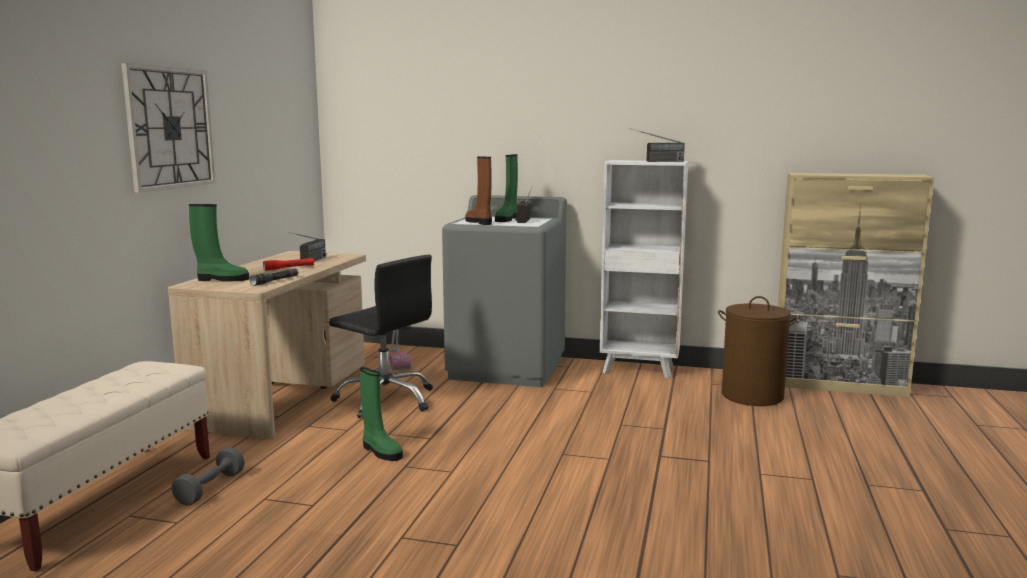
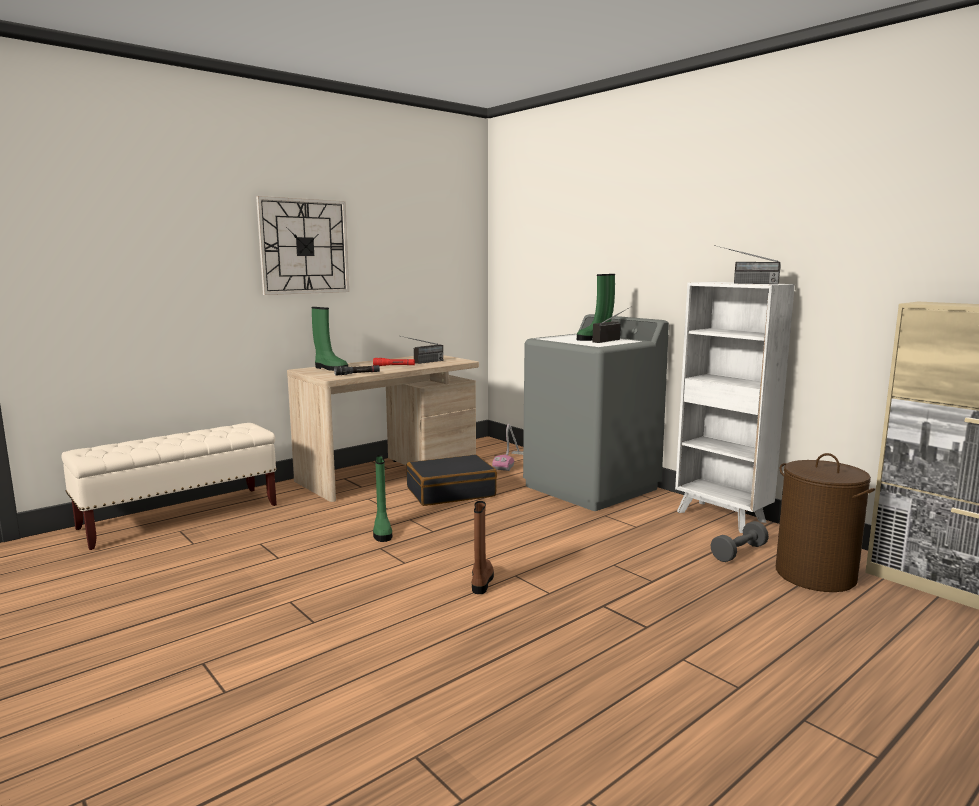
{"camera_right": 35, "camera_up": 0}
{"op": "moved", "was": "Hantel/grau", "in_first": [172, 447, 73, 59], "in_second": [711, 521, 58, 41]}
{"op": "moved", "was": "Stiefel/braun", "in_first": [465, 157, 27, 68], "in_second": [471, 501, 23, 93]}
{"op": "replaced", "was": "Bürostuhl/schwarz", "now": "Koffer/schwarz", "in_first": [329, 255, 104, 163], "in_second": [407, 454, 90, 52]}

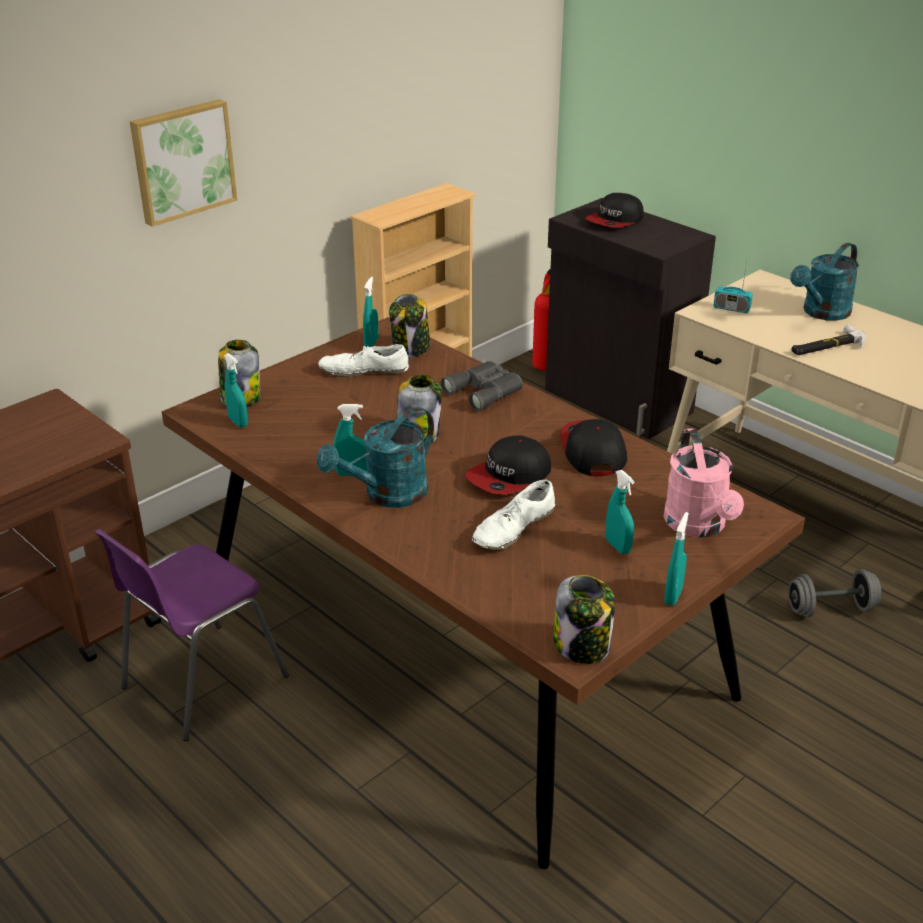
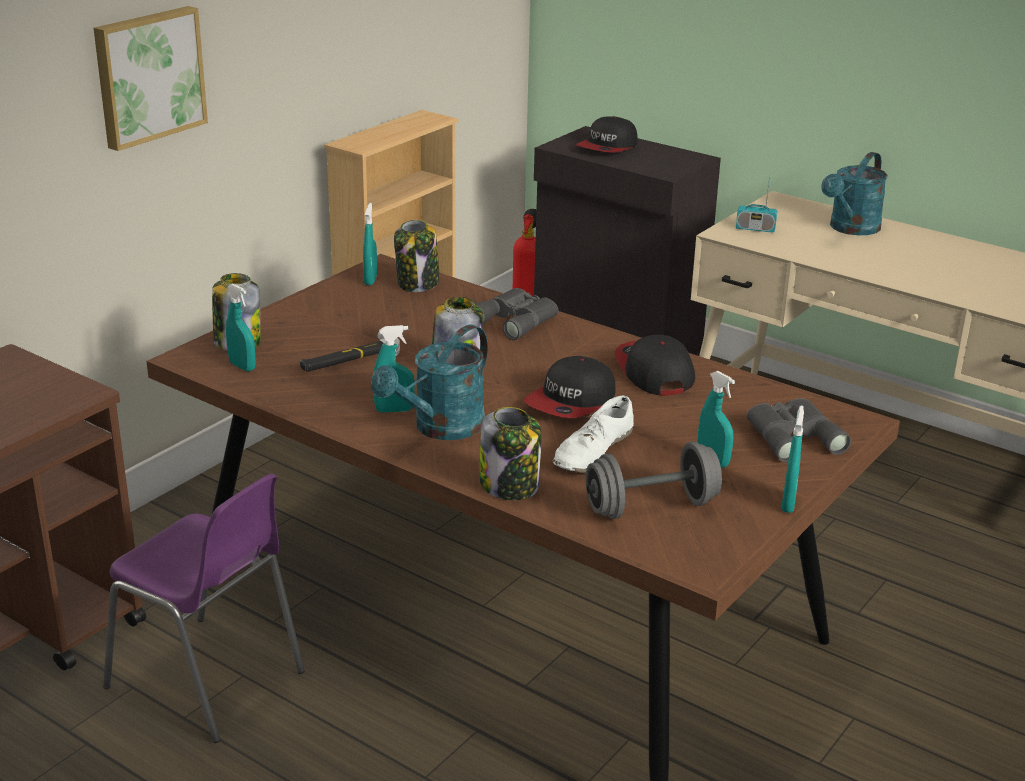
{"camera_right": -10, "camera_up": -5}
{"op": "removed", "was": "Schuh/weiß", "in_first": [318, 344, 91, 33]}
{"op": "moved", "was": "Vorratsglas", "in_first": [553, 575, 62, 89], "in_second": [479, 407, 62, 93]}
{"op": "moved", "was": "Hantel/grau", "in_first": [788, 569, 94, 48], "in_second": [586, 442, 136, 77]}
{"op": "moved", "was": "Hammer", "in_first": [791, 325, 75, 30], "in_second": [300, 332, 100, 40]}
{"op": "replaced", "was": "Gießkanne/rosa", "now": "Fernglas/grau", "in_first": [663, 428, 81, 109], "in_second": [746, 398, 105, 64]}
{"op": "turned", "was": "Stuhl/lila", "in_first": [95, 529, 194, 212], "in_second": [103, 473, 202, 270], "clockwise": -90}

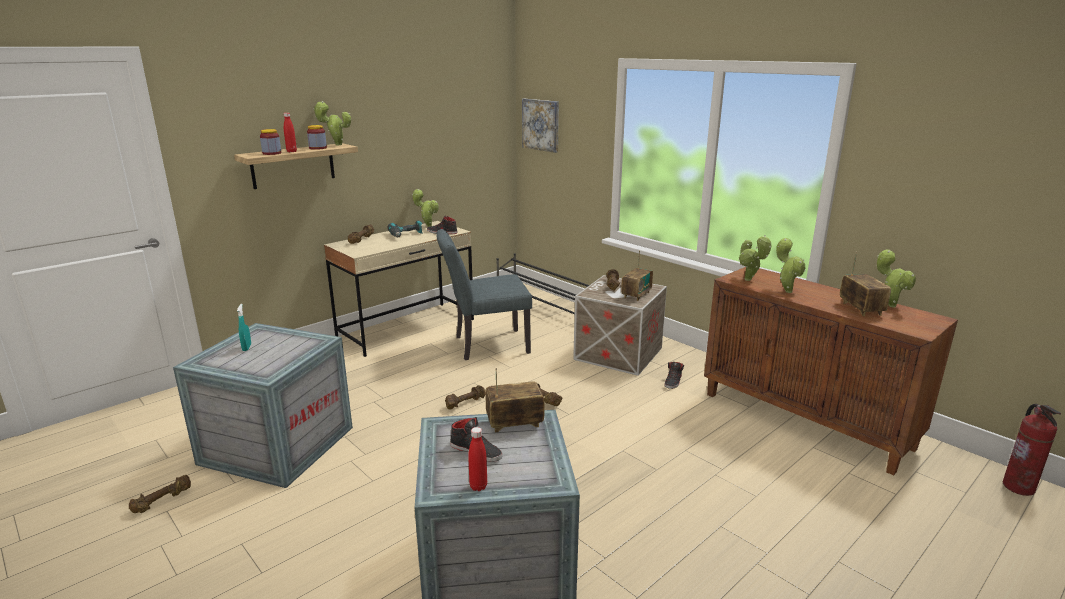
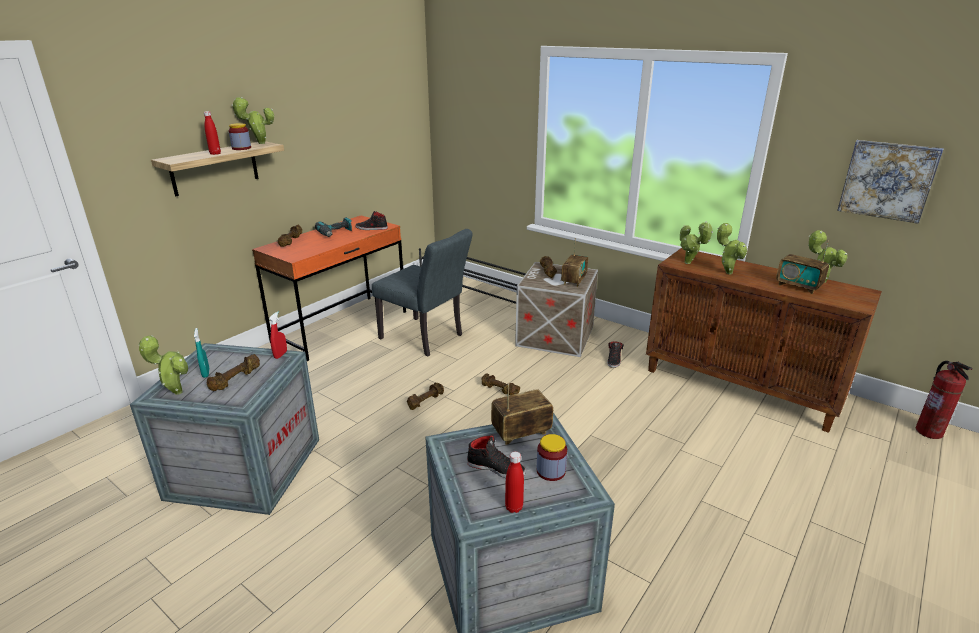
{"camera_right": -10, "camera_up": 5}
{"op": "added", "now": "Sprühflasche/rot", "in_second": [269, 311, 18, 48]}
{"op": "moved", "was": "Hantel/braun", "in_first": [129, 475, 62, 38], "in_second": [207, 354, 53, 37]}
{"op": "moved", "was": "Vorratsglas", "in_first": [260, 129, 21, 26], "in_second": [537, 434, 30, 47]}
{"op": "moved", "was": "Topfpflanze", "in_first": [412, 189, 27, 38], "in_second": [138, 335, 50, 60]}
{"op": "moved", "was": "Bild", "in_first": [522, 99, 37, 54], "in_second": [837, 140, 107, 84]}
{"op": "recoloured", "was": "Schreibtisch/beige", "now": "Schreibtisch/orange", "in_first": [324, 221, 150, 136], "in_second": [252, 216, 154, 145]}
{"op": "turned", "was": "Stuhl/grau", "in_first": [436, 229, 96, 131], "in_second": [372, 229, 101, 127], "clockwise": -120}
{"op": "turned", "was": "Radio", "in_first": [840, 252, 51, 65], "in_second": [776, 240, 53, 54], "clockwise": 150}

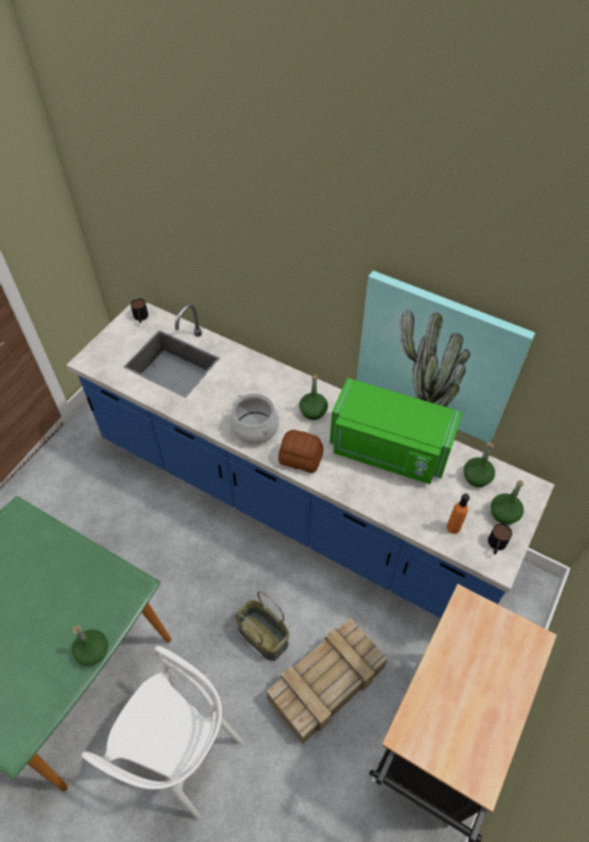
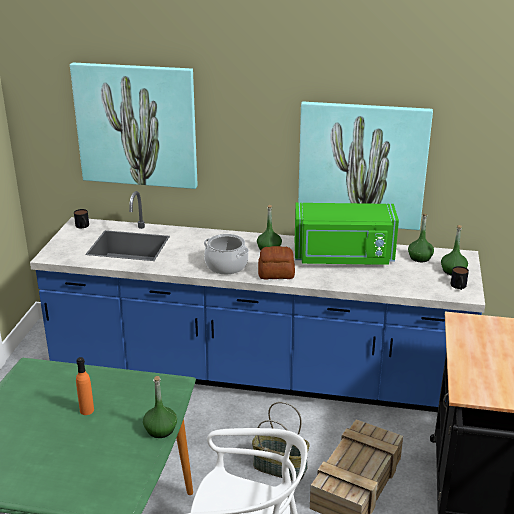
{"camera_right": -20, "camera_up": -25}
{"op": "added", "now": "Bild", "in_second": [70, 63, 128, 126]}
{"op": "moved", "was": "Flasche/orange", "in_first": [446, 494, 24, 40], "in_second": [76, 357, 18, 58]}

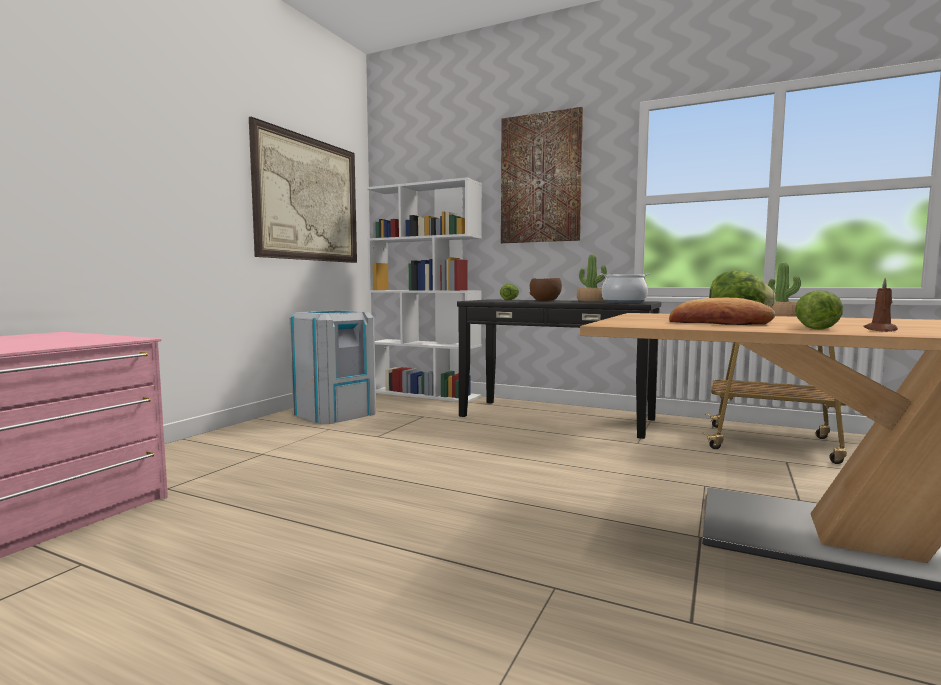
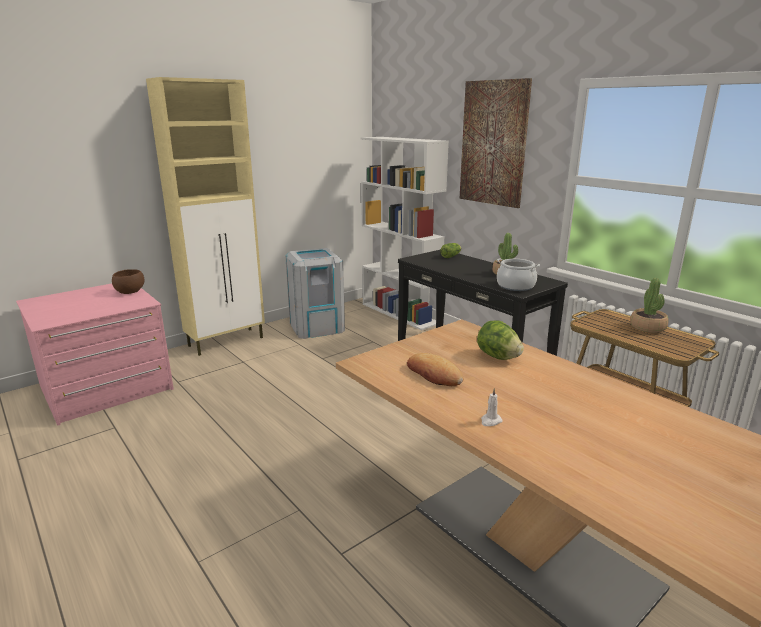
{"camera_right": 25, "camera_up": 15}
{"op": "removed", "was": "Bild", "in_first": [249, 117, 108, 146]}
{"op": "removed", "was": "Salatkopf", "in_first": [795, 290, 48, 39]}
{"op": "added", "now": "Schrank/beige", "in_second": [146, 77, 119, 279]}
{"op": "moved", "was": "Schüssel/braun", "in_first": [530, 278, 32, 23], "in_second": [112, 269, 32, 25]}
{"op": "recoloured", "was": "Kerze/braun", "now": "Kerze/weiß", "in_first": [863, 278, 35, 54], "in_second": [481, 388, 22, 38]}

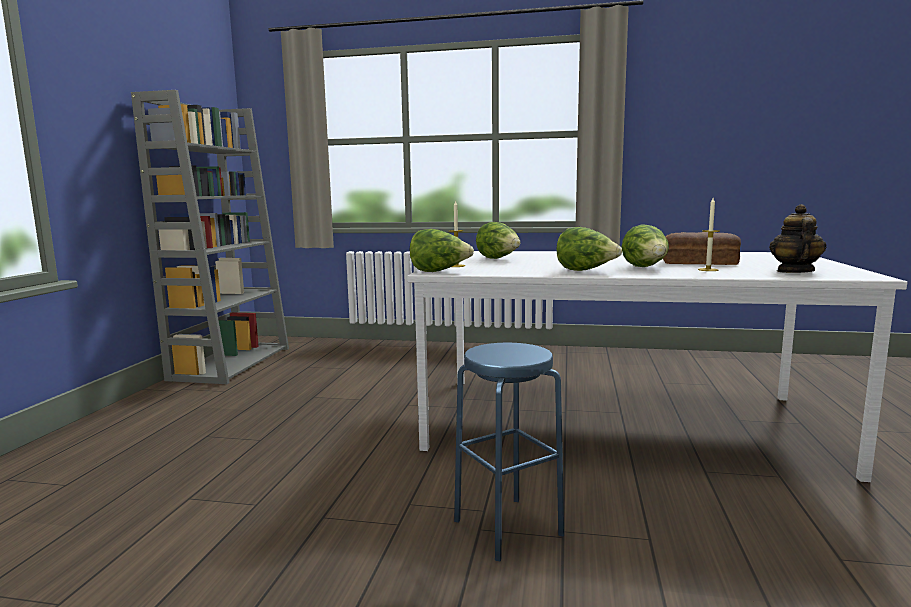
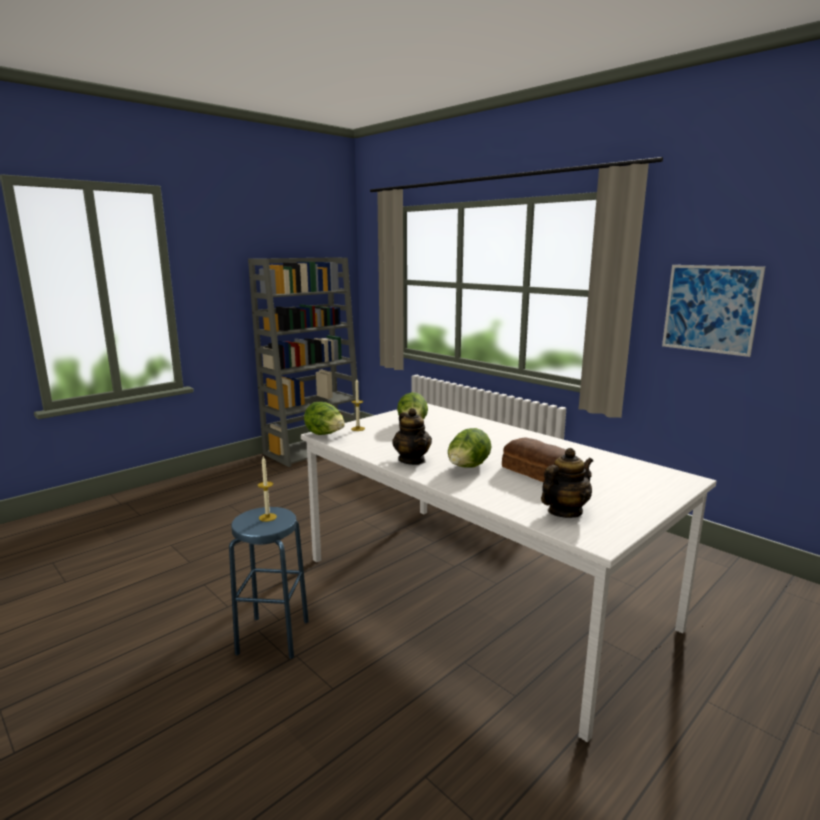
{"camera_right": 35, "camera_up": 5}
{"op": "added", "now": "Bild", "in_second": [662, 265, 103, 92]}
{"op": "moved", "was": "Kerze", "in_first": [698, 198, 22, 73], "in_second": [258, 456, 19, 66]}
{"op": "replaced", "was": "Salatkopf", "now": "Teekanne", "in_first": [557, 227, 65, 44], "in_second": [392, 408, 40, 57]}

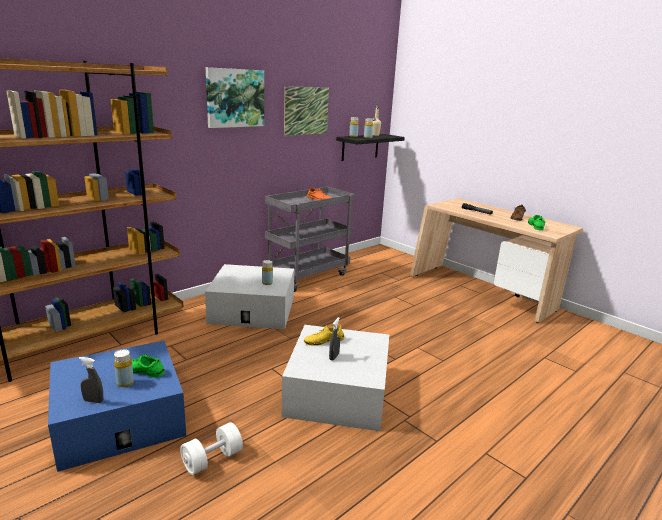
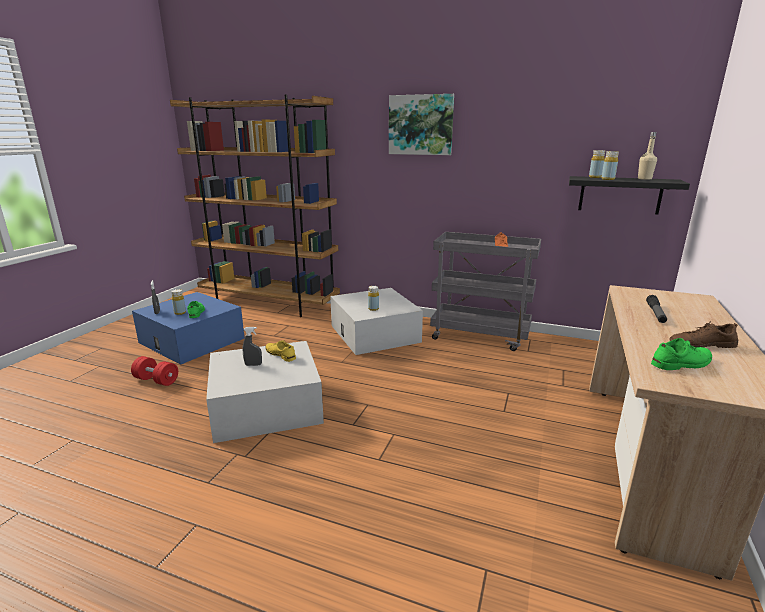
{"camera_right": 65, "camera_up": 0}
{"op": "removed", "was": "Bild", "in_first": [284, 86, 45, 50]}
{"op": "recoloured", "was": "Hantel/weiß", "now": "Hantel/rot", "in_first": [180, 422, 63, 53], "in_second": [131, 356, 47, 30]}

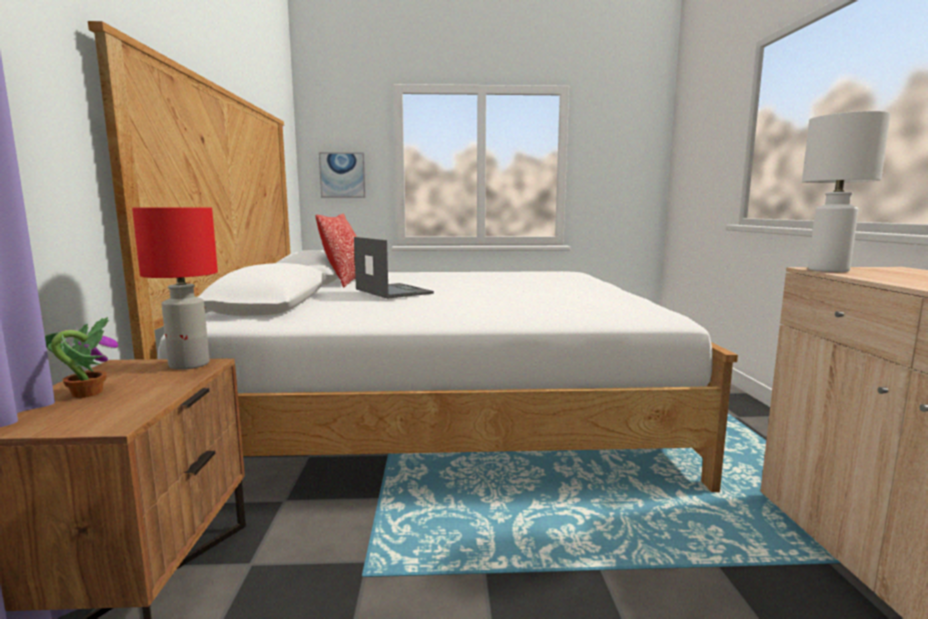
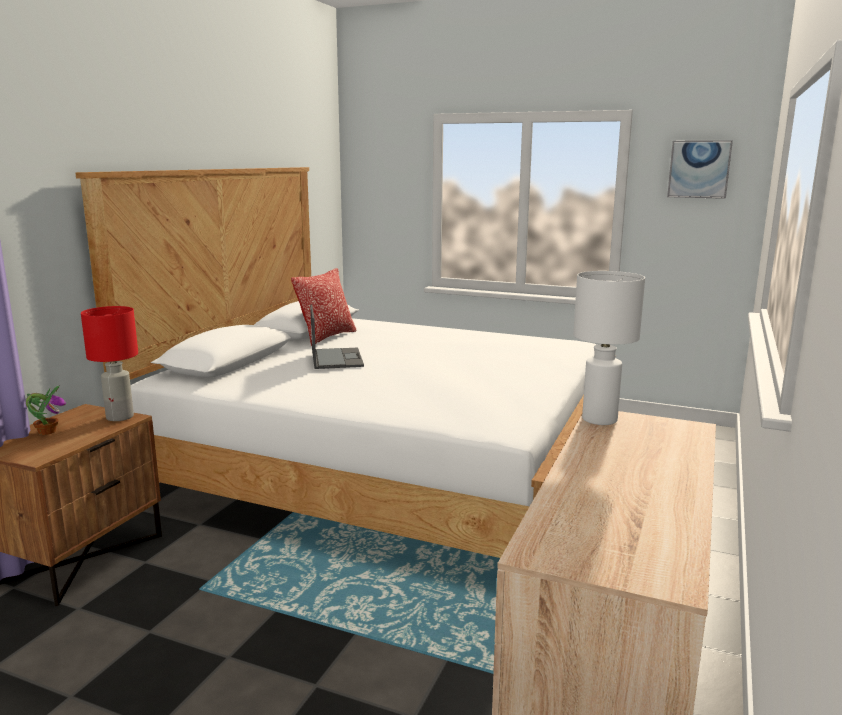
{"camera_right": 25, "camera_up": 5}
{"op": "moved", "was": "Bild", "in_first": [319, 152, 47, 46], "in_second": [667, 140, 66, 59]}

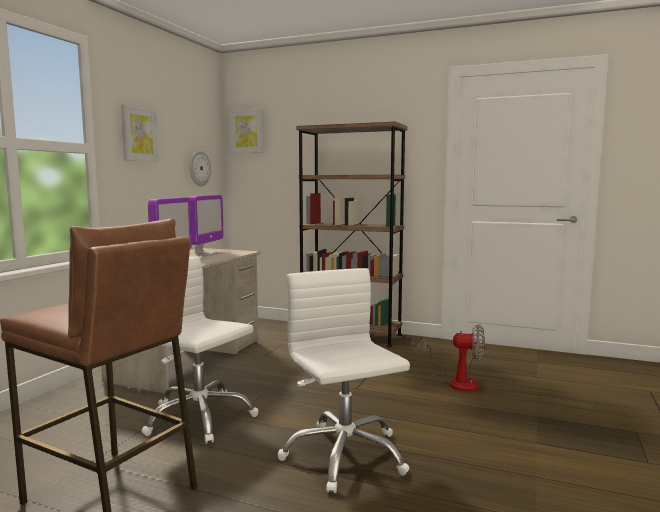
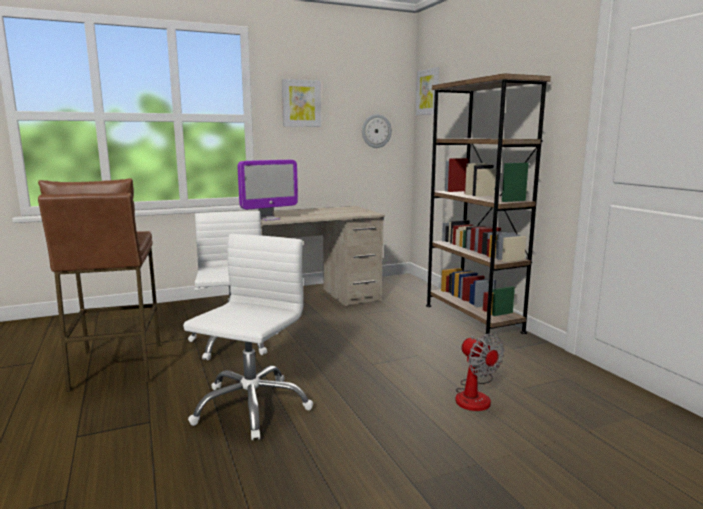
{"camera_right": 45, "camera_up": 5}
{"op": "removed", "was": "Monitor", "in_first": [189, 195, 35, 60]}

